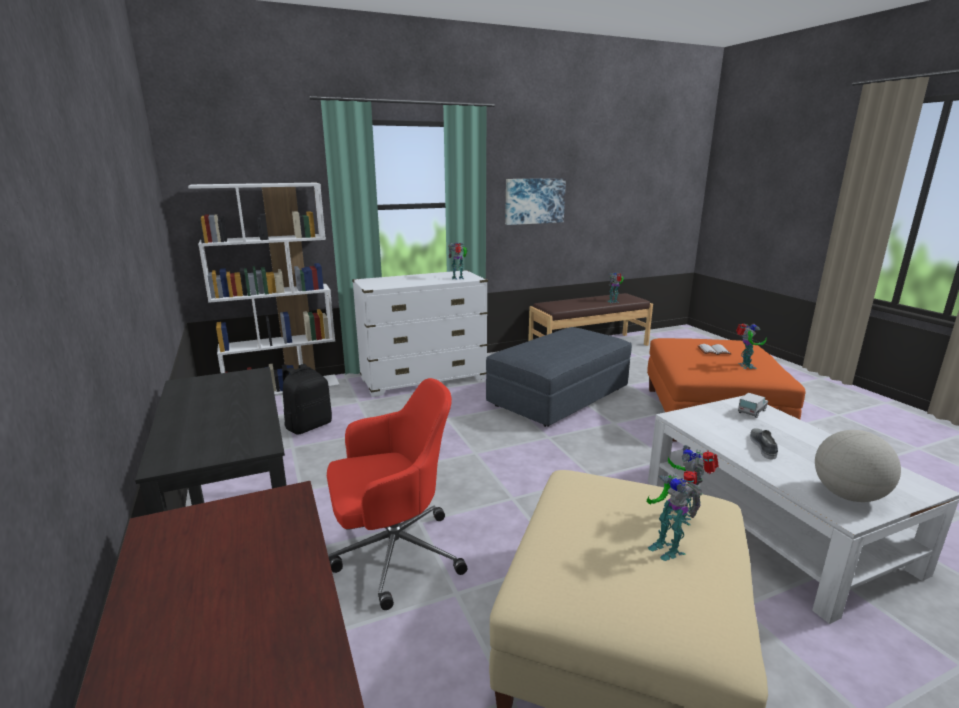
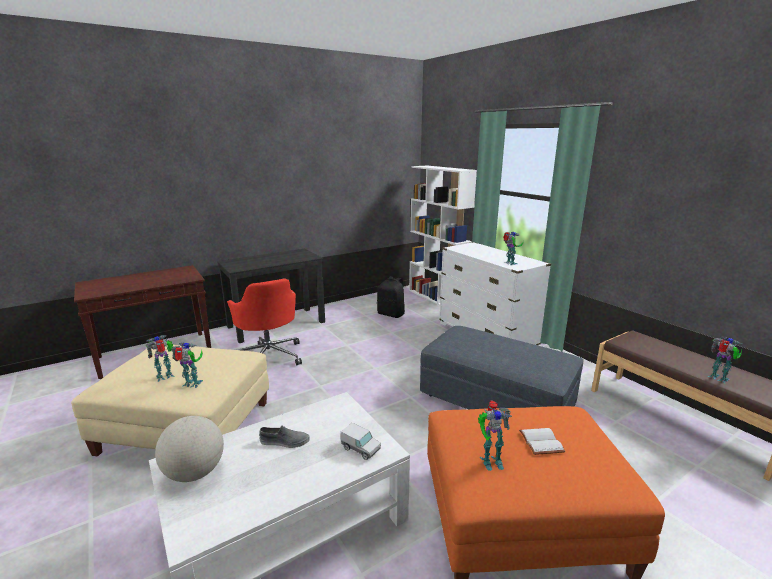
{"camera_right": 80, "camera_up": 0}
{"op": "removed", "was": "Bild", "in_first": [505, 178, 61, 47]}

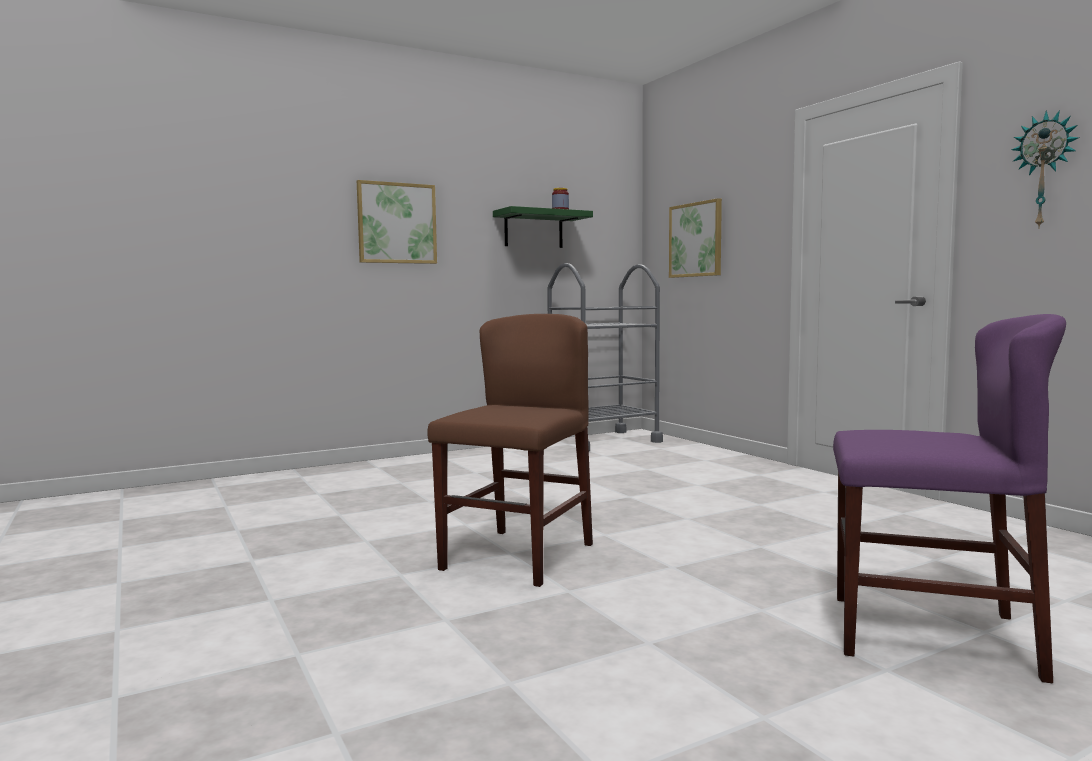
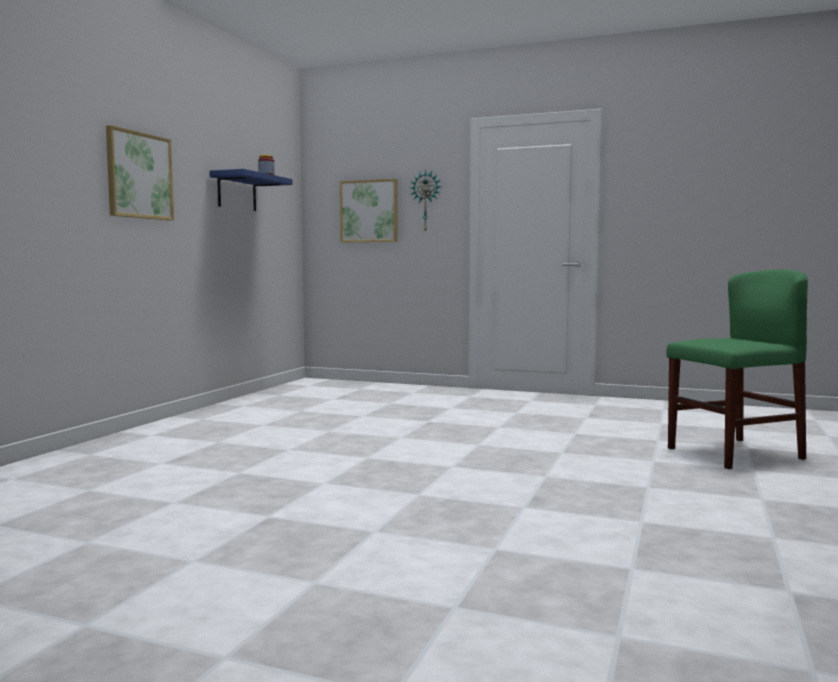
{"camera_right": -40, "camera_up": 0}
{"op": "removed", "was": "Stuhl/braun", "in_first": [427, 314, 166, 273]}
{"op": "removed", "was": "Rollwagen/grau", "in_first": [547, 263, 116, 188]}
{"op": "moved", "was": "Wanduhr", "in_first": [1011, 110, 68, 118], "in_second": [411, 170, 30, 63]}
{"op": "recoloured", "was": "Wandregal/grün", "now": "Wandregal/blau", "in_first": [493, 206, 100, 42], "in_second": [210, 169, 83, 42]}
{"op": "recoloured", "was": "Stuhl/lila", "now": "Stuhl/grün", "in_first": [833, 314, 233, 369], "in_second": [666, 270, 142, 199]}

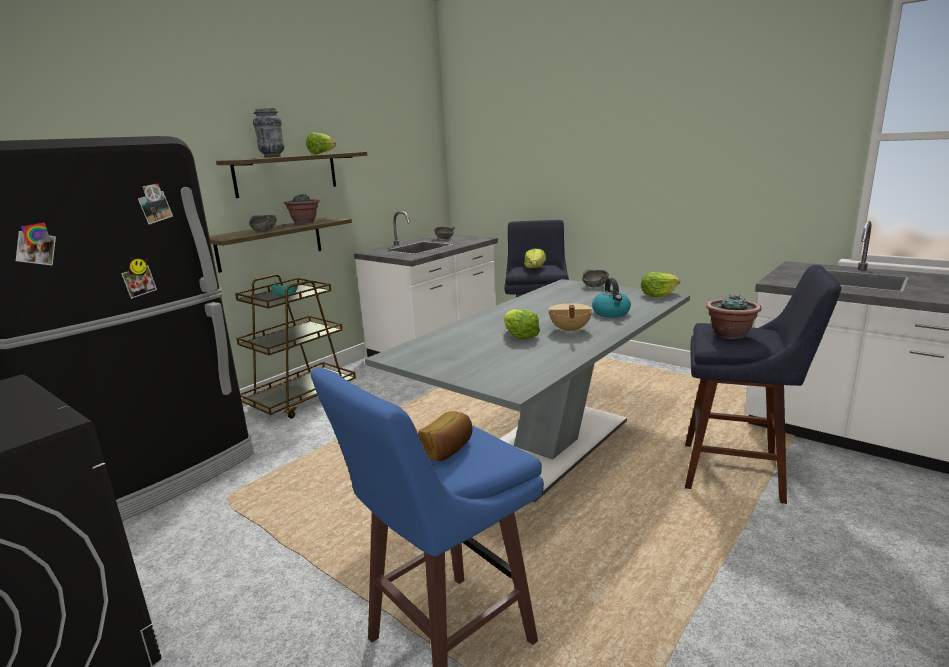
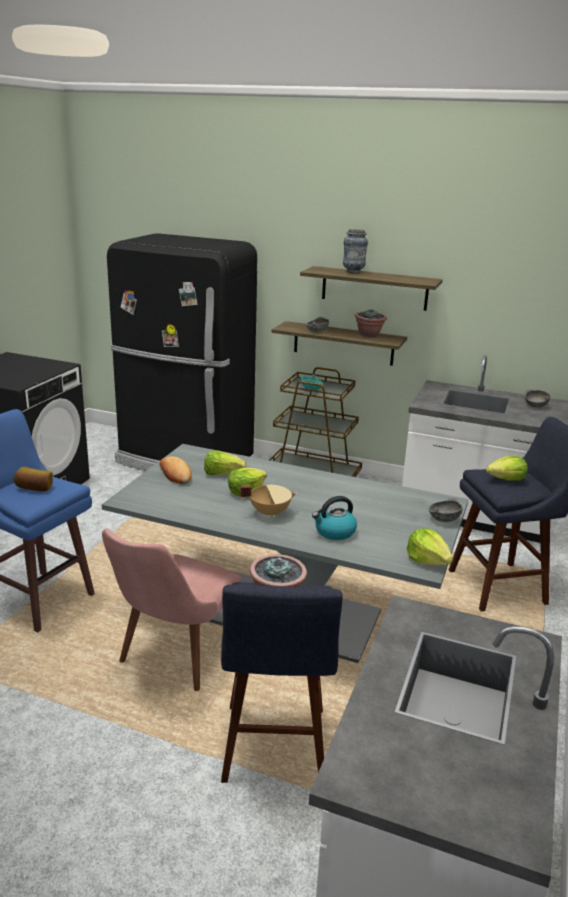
{"camera_right": 70, "camera_up": 5}
{"op": "added", "now": "Stuhl/rosa", "in_second": [102, 528, 140, 163]}
{"op": "added", "now": "Brot", "in_second": [160, 456, 32, 28]}
{"op": "moved", "was": "Salatkopf", "in_first": [306, 132, 30, 22], "in_second": [204, 450, 43, 25]}

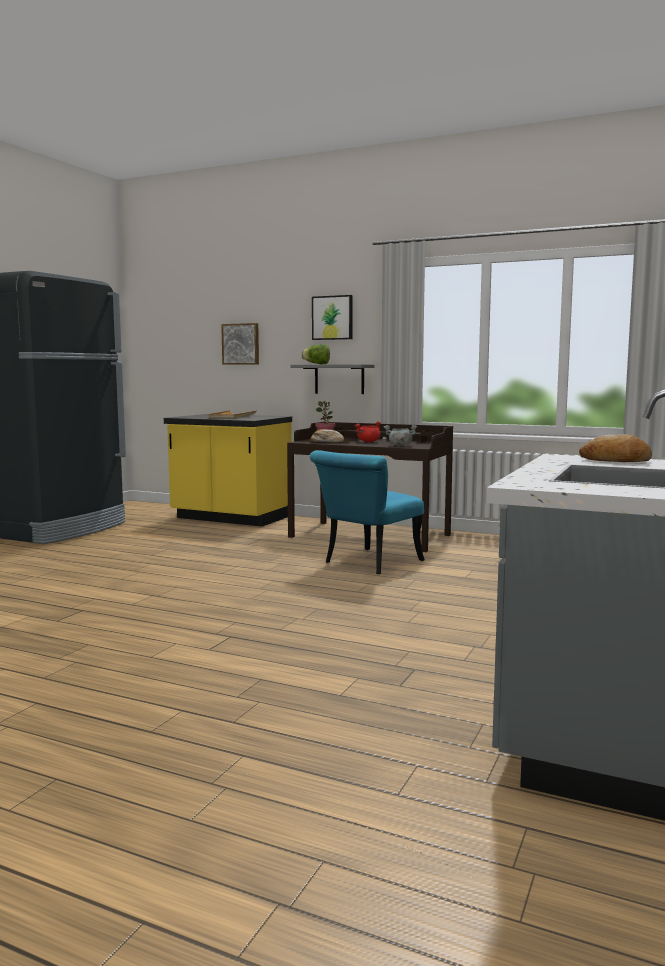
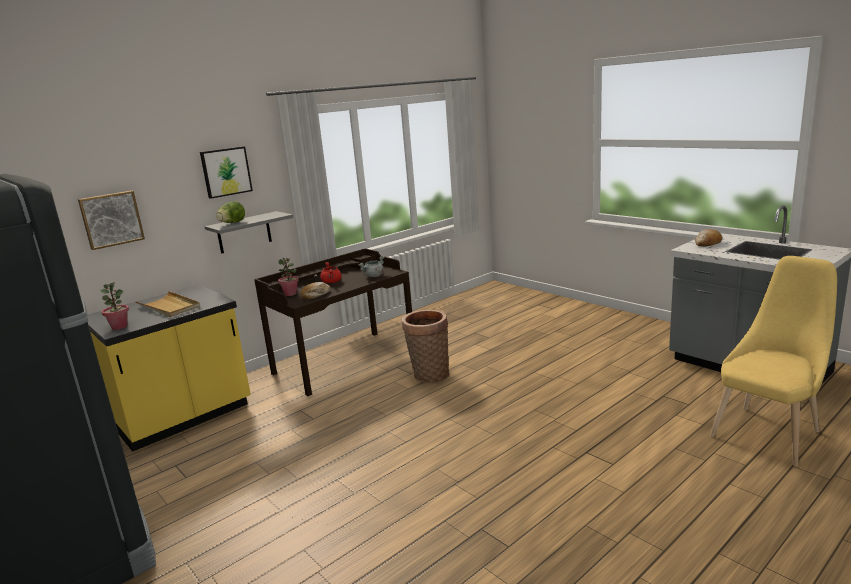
{"camera_right": -65, "camera_up": 10}
{"op": "added", "now": "Topfpflanze", "in_second": [100, 282, 29, 48]}
{"op": "added", "now": "Stuhl/gelb", "in_second": [710, 256, 127, 211]}
{"op": "replaced", "was": "Stuhl/türkis", "now": "Korb", "in_first": [310, 450, 115, 124], "in_second": [402, 310, 47, 73]}

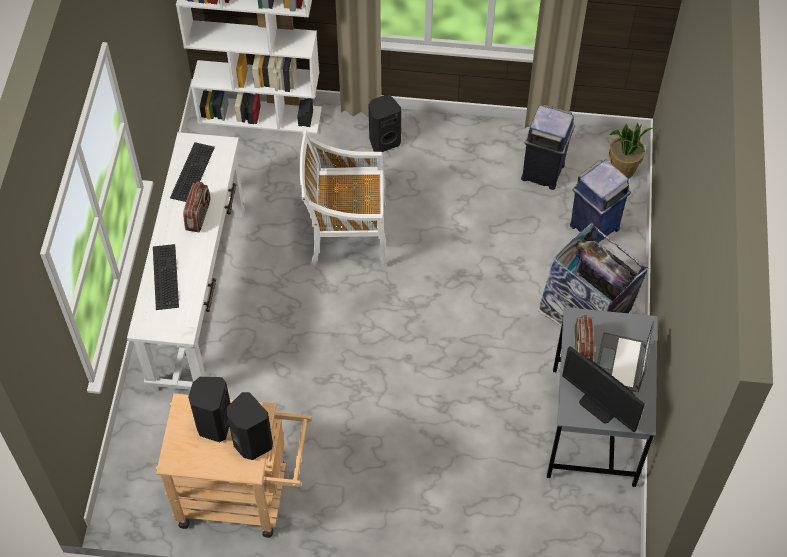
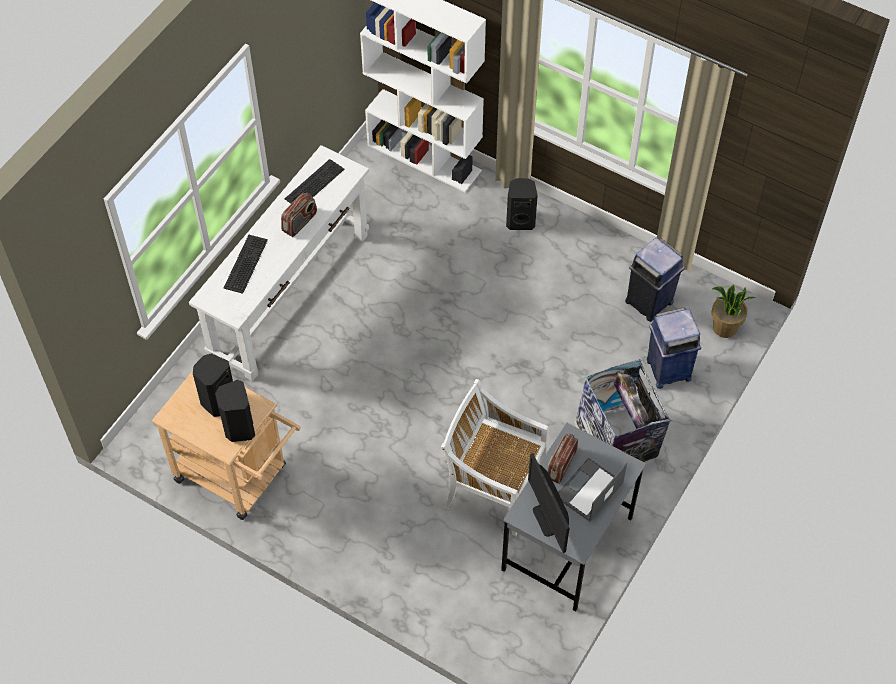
{"camera_right": 25, "camera_up": 0}
{"op": "moved", "was": "Stuhl/weiß", "in_first": [300, 130, 87, 139], "in_second": [441, 379, 108, 157]}

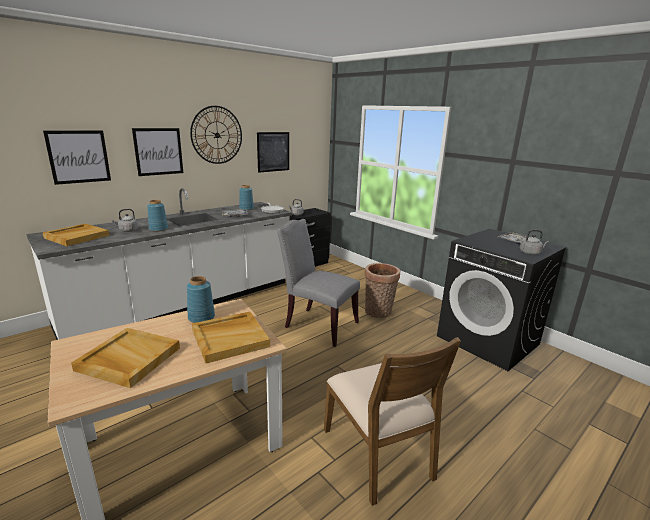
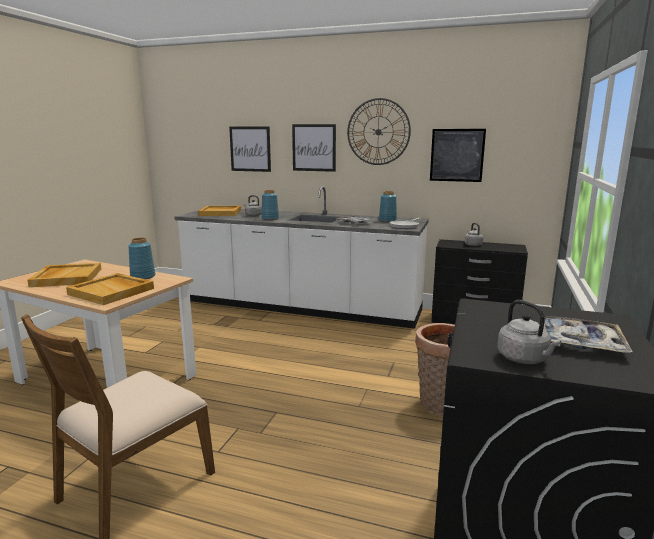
{"camera_right": 60, "camera_up": -5}
{"op": "removed", "was": "Stuhl/grau", "in_first": [277, 219, 83, 128]}

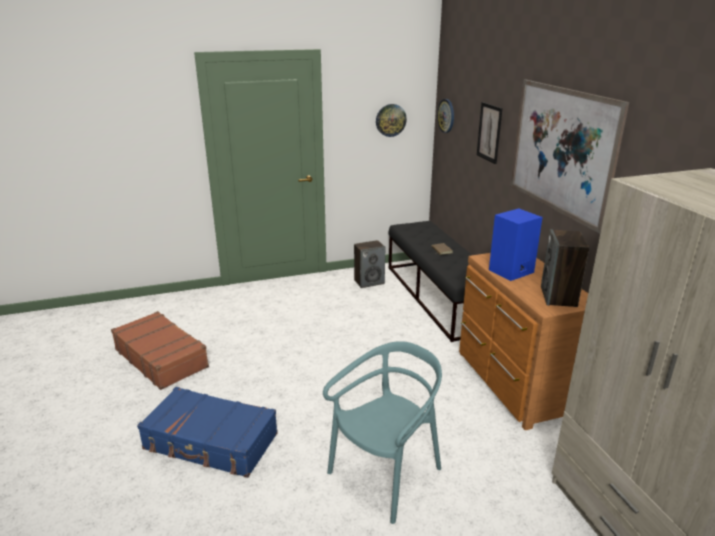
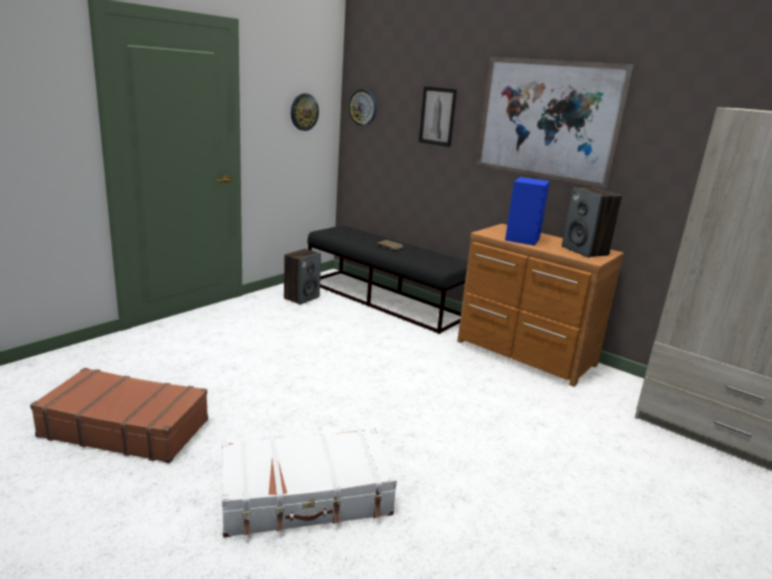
{"camera_right": -35, "camera_up": -5}
{"op": "removed", "was": "Stuhl/türkis", "in_first": [323, 341, 119, 183]}
{"op": "recoloured", "was": "Koffer/blau", "now": "Koffer/weiß", "in_first": [137, 387, 141, 91], "in_second": [222, 428, 175, 109]}

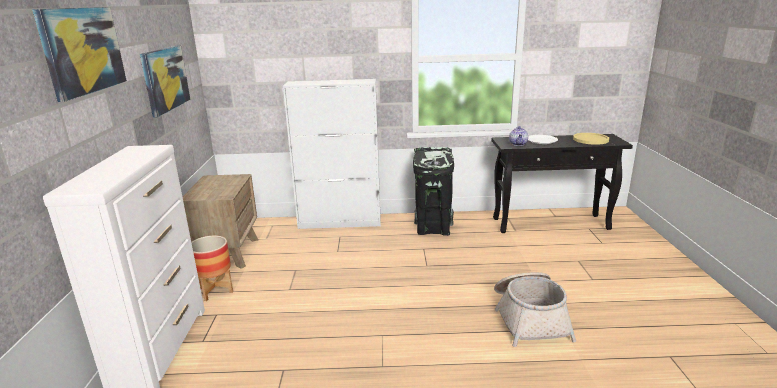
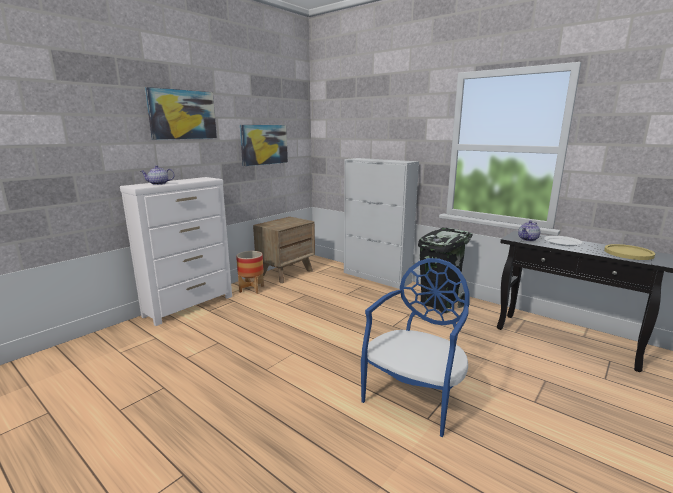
{"camera_right": 40, "camera_up": -5}
{"op": "added", "now": "Teekanne", "in_second": [141, 165, 33, 20]}
{"op": "replaced", "was": "Korb", "now": "Stuhl/blau", "in_first": [494, 272, 82, 75], "in_second": [361, 258, 109, 179]}

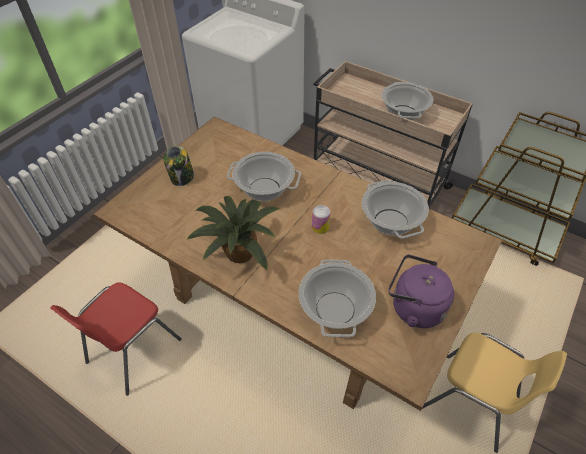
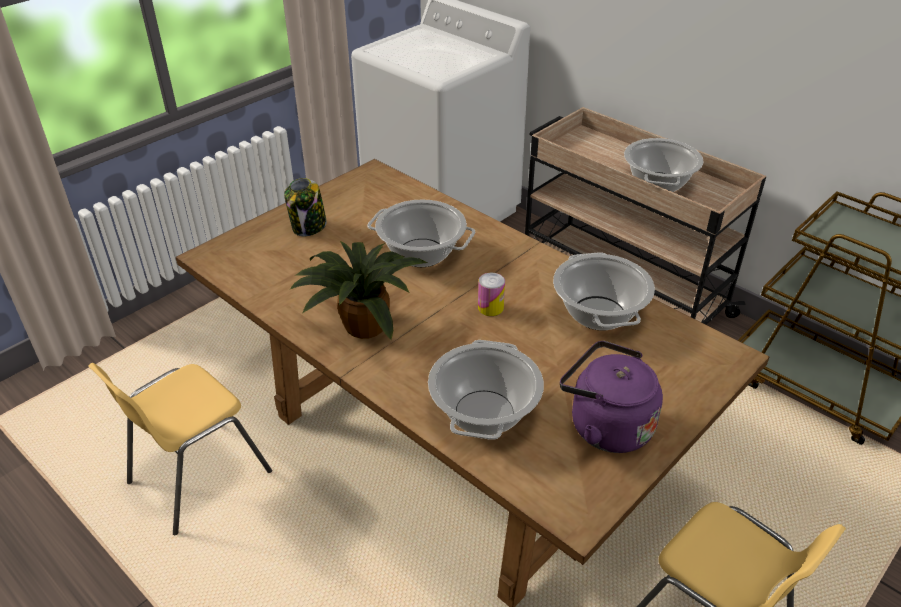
{"camera_right": 10, "camera_up": -10}
{"op": "recoloured", "was": "Stuhl/rot", "now": "Stuhl/gelb", "in_first": [50, 282, 132, 114], "in_second": [88, 363, 184, 172]}

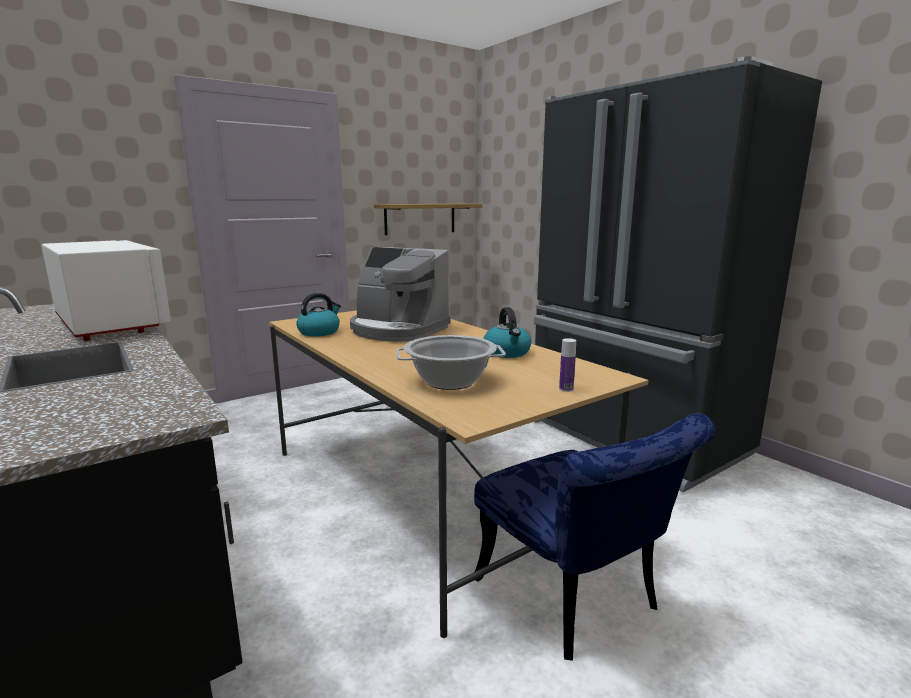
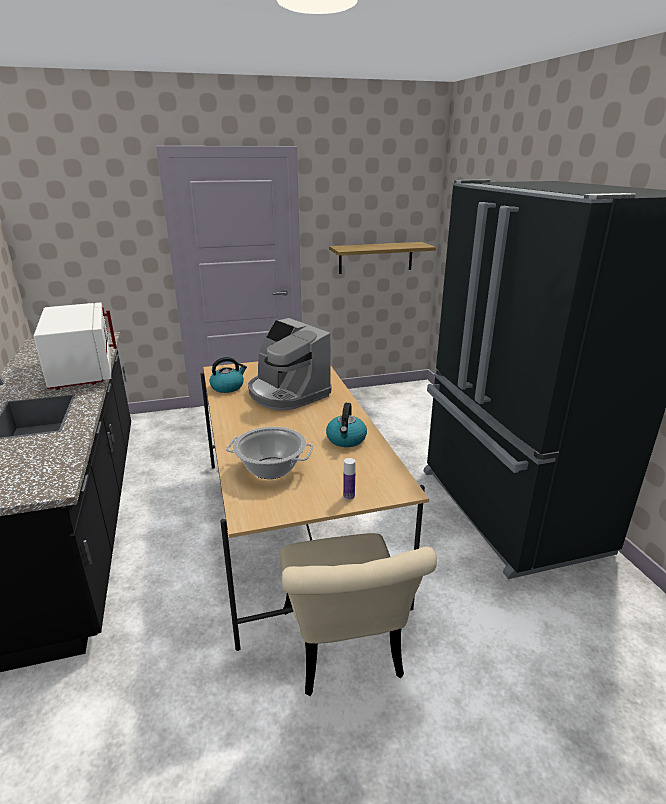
{"camera_right": 20, "camera_up": 10}
{"op": "recoloured", "was": "Stuhl/blau", "now": "Stuhl/beige", "in_first": [474, 413, 241, 248], "in_second": [280, 533, 157, 163]}

